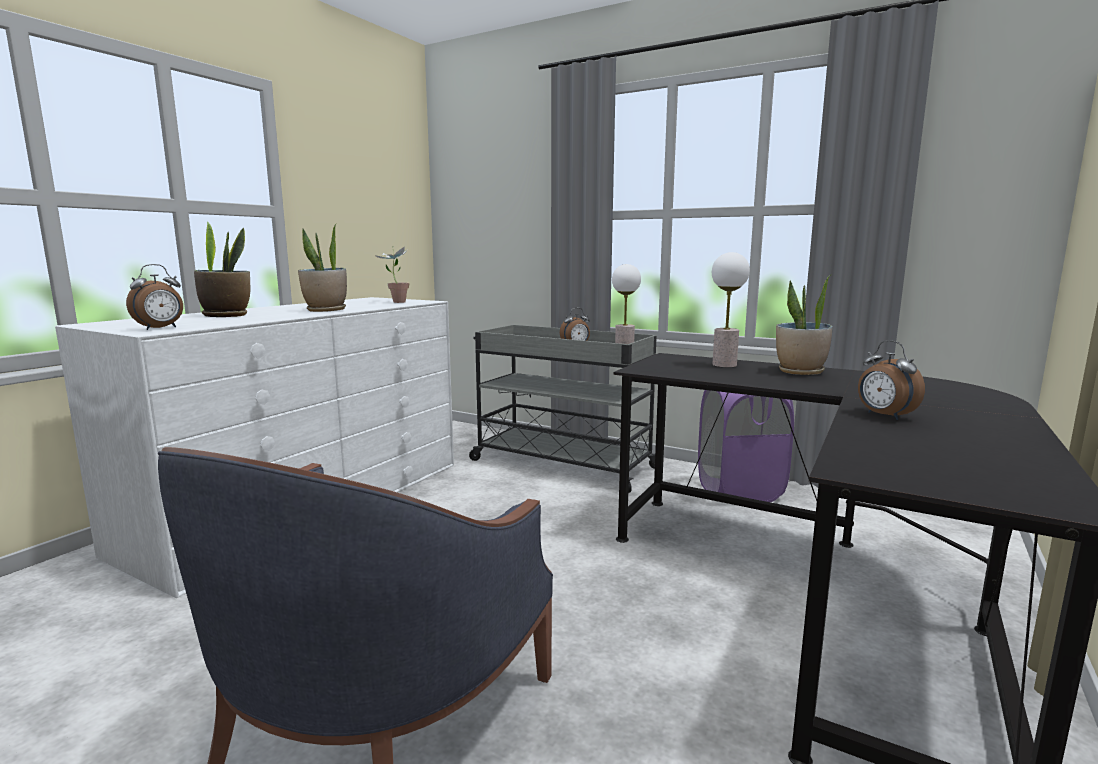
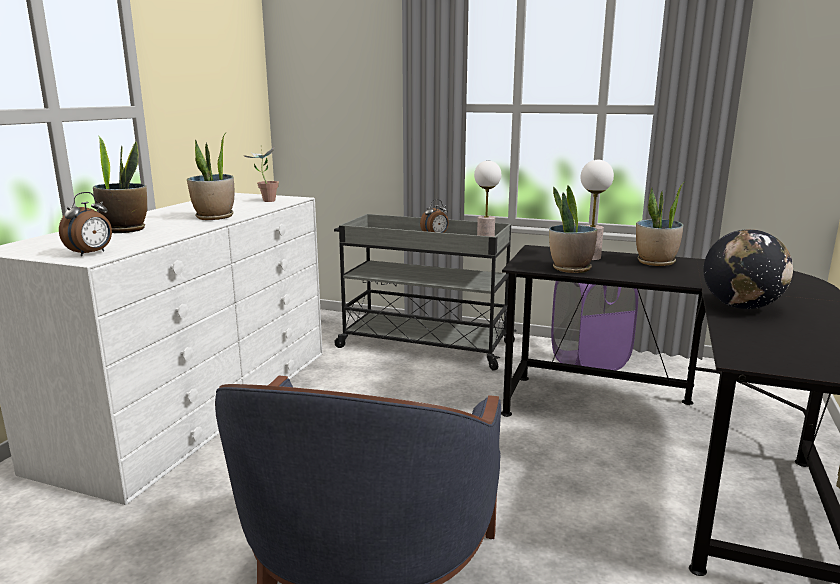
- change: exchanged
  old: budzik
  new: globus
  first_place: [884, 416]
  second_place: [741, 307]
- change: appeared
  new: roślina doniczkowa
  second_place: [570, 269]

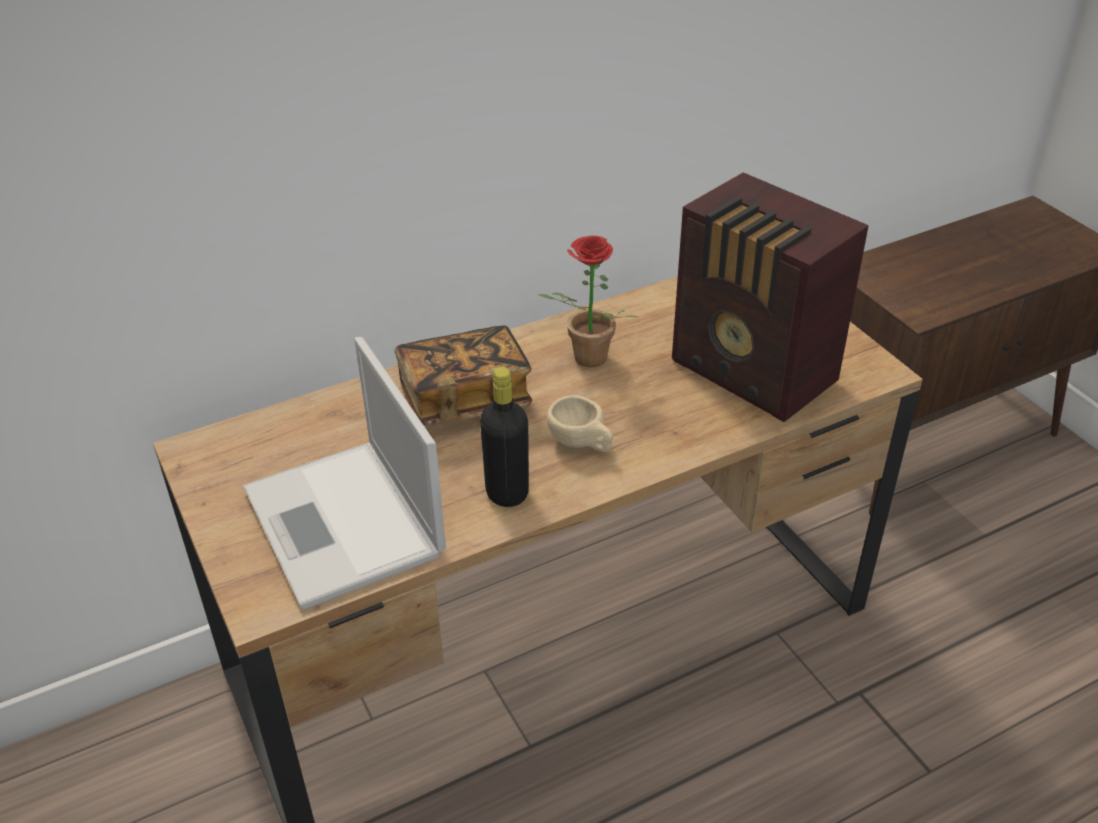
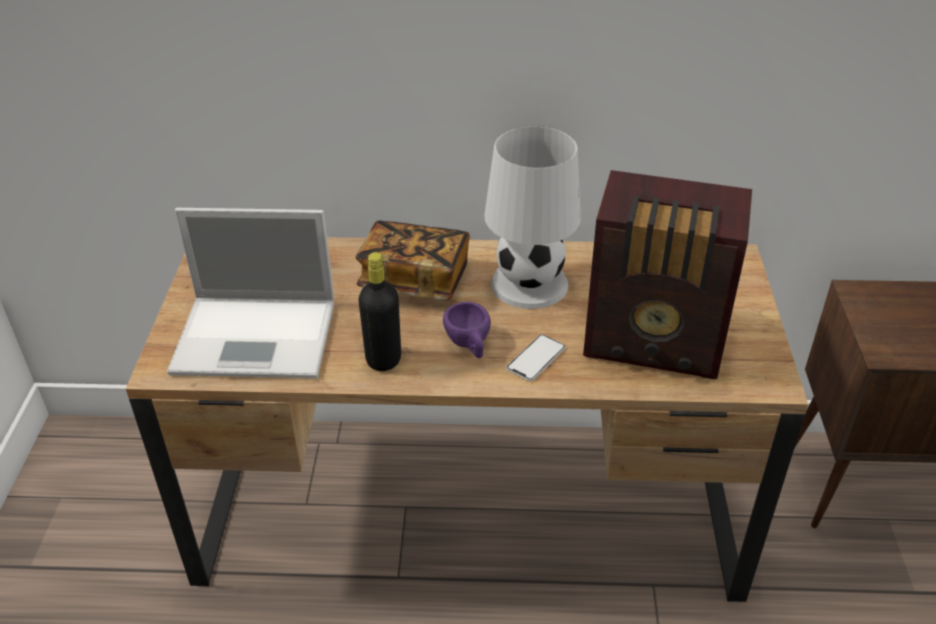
- change: spun
  old: laptop
  first_place: [345, 524]
  second_place: [259, 336]
  degrees: -90
- change: exchanged
  old: roślina doniczkowa
  new: lampa stołowa (biały)
  first_place: [585, 360]
  second_place: [528, 283]
- change: colour
  old: filiżanka (beżowy)
  new: filiżanka (fioletowy)
  first_place: [581, 443]
  second_place: [469, 344]
- change: spun
  old: radio
  first_place: [754, 374]
  second_place: [656, 344]
  degrees: -60
- change: appeared
  new: telefon
  second_place: [536, 359]

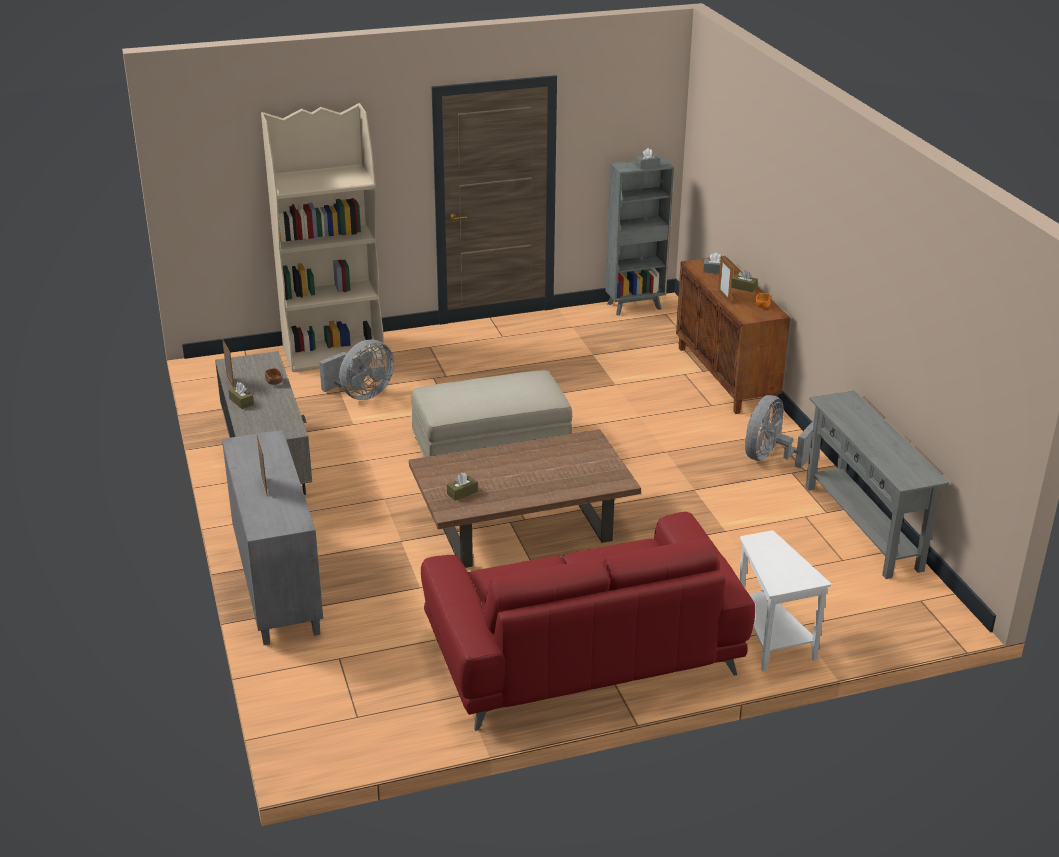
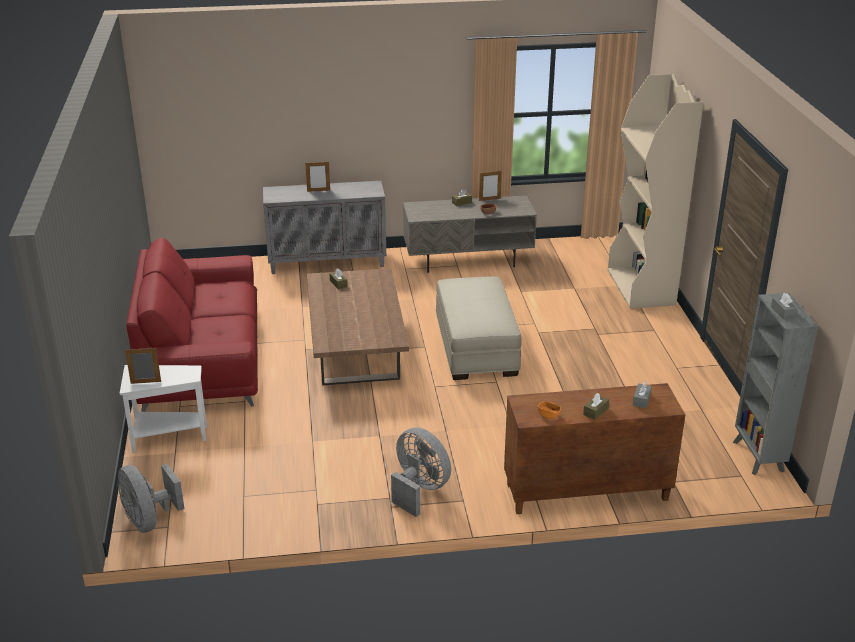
- change: relocated
  old: wentylator (szary)
  first_place: [361, 395]
  second_place: [149, 520]
- change: relocated
  old: ramka na zdjęcie
  first_place: [723, 297]
  second_place: [146, 382]
- change: missing
  old: stolik konsolowy (szary)
  first_place: [863, 527]

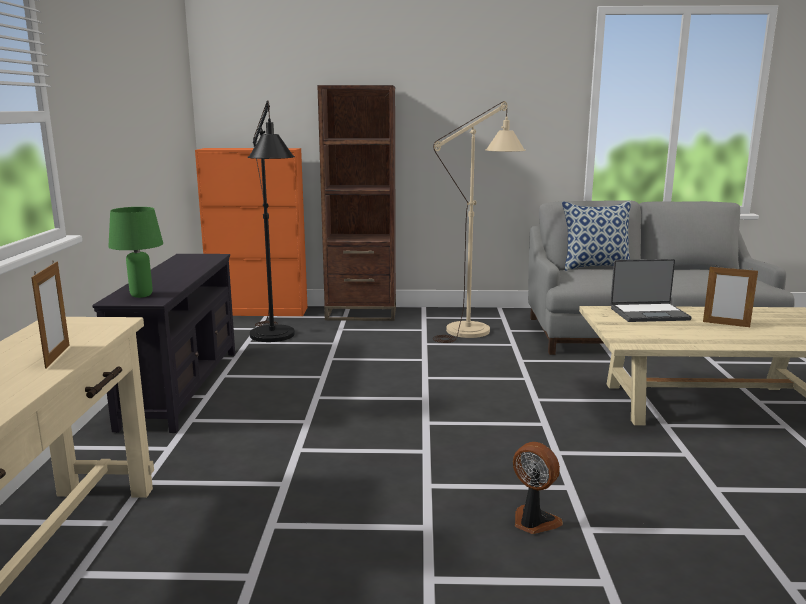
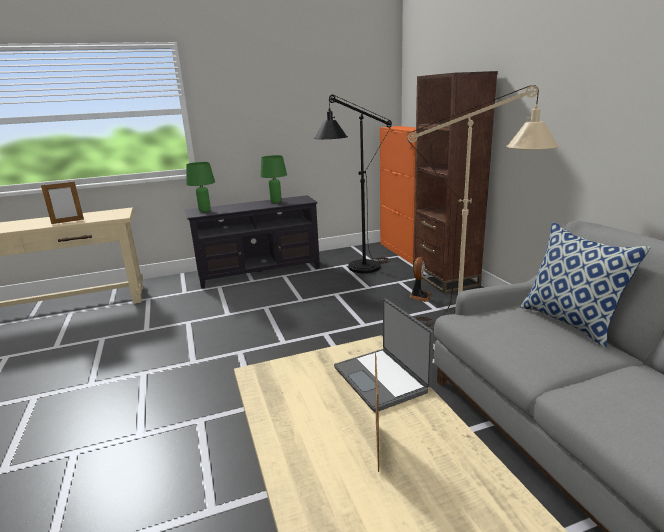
- change: relocated
  old: wentylator
  first_place: [533, 522]
  second_place: [419, 296]
- change: appeared
  new: lampa stołowa (zielony)
  second_place: [275, 202]

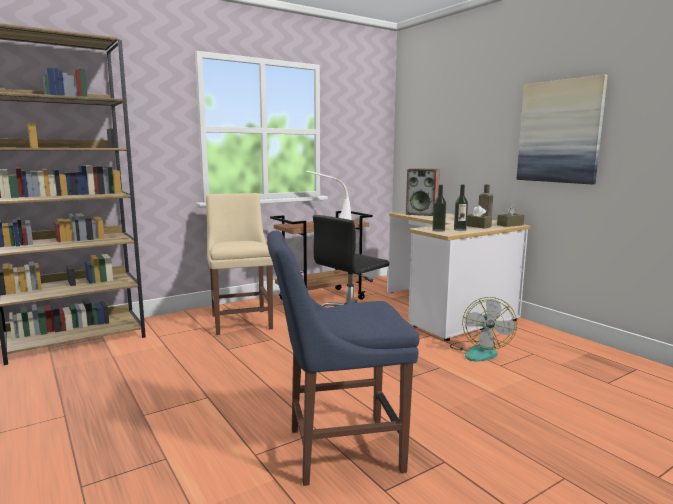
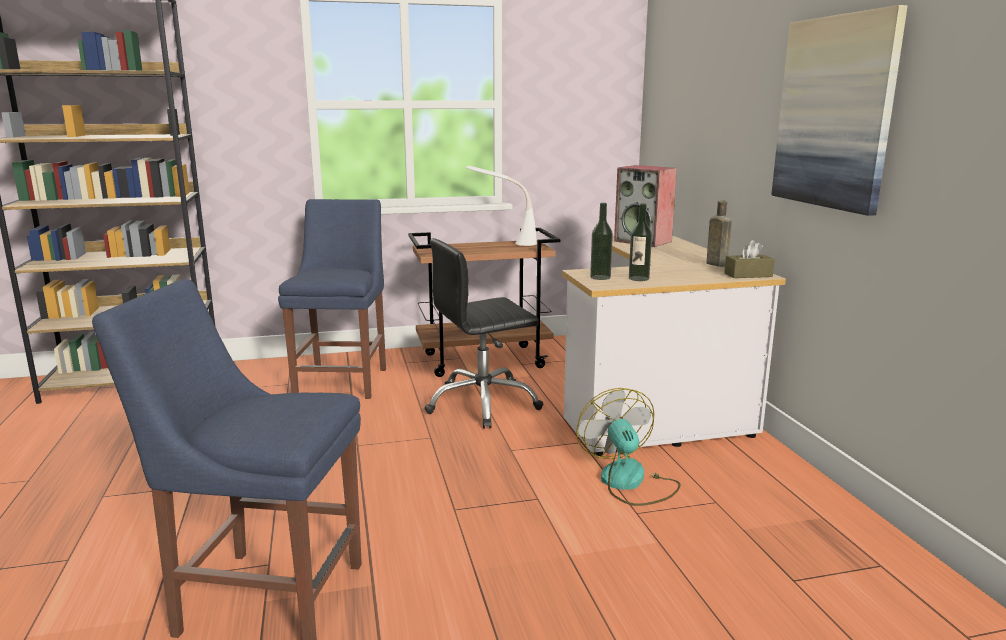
- change: colour
  old: krzesło (beżowy)
  new: krzesło (niebieski)
  first_place: [241, 320]
  second_place: [343, 380]
- change: spun
  old: wentylator
  first_place: [479, 351]
  second_place: [629, 483]
  degrees: 135
- change: missing
  old: pudełko chusteczek (brązowy)
  first_place: [477, 226]

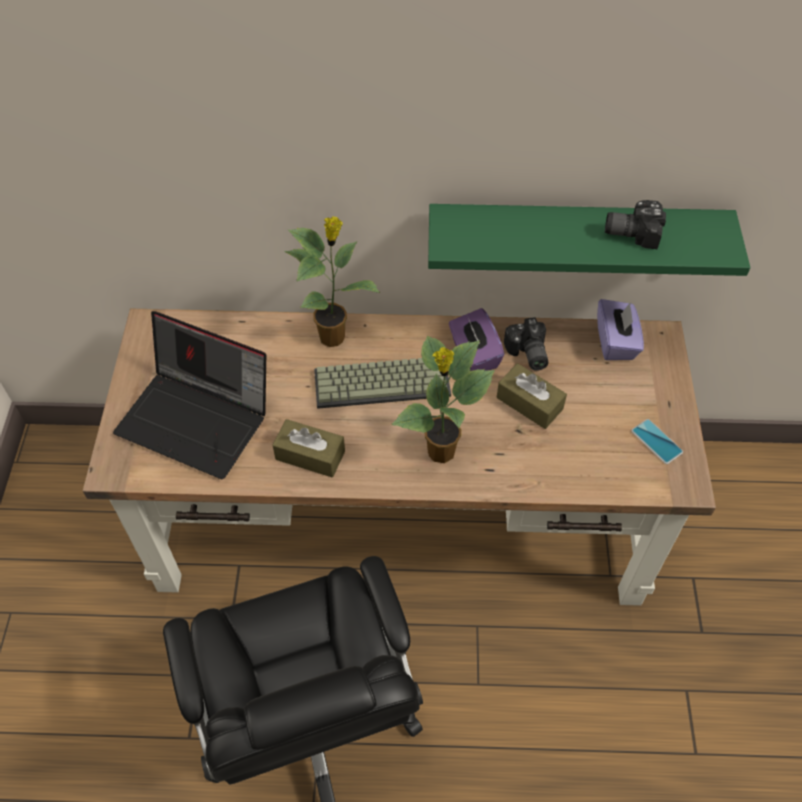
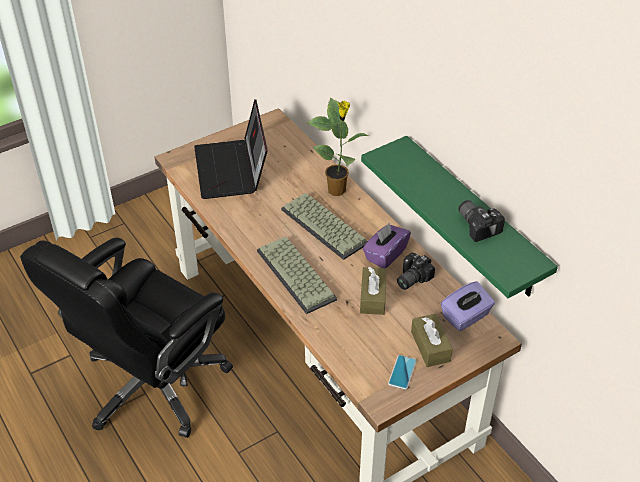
- change: relocated
  old: pudełko chusteczek (brązowy)
  first_place: [310, 455]
  second_place: [430, 346]
- change: exchanged
  old: roślina doniczkowa
  new: klawiatura
  first_place: [440, 453]
  second_place: [298, 275]

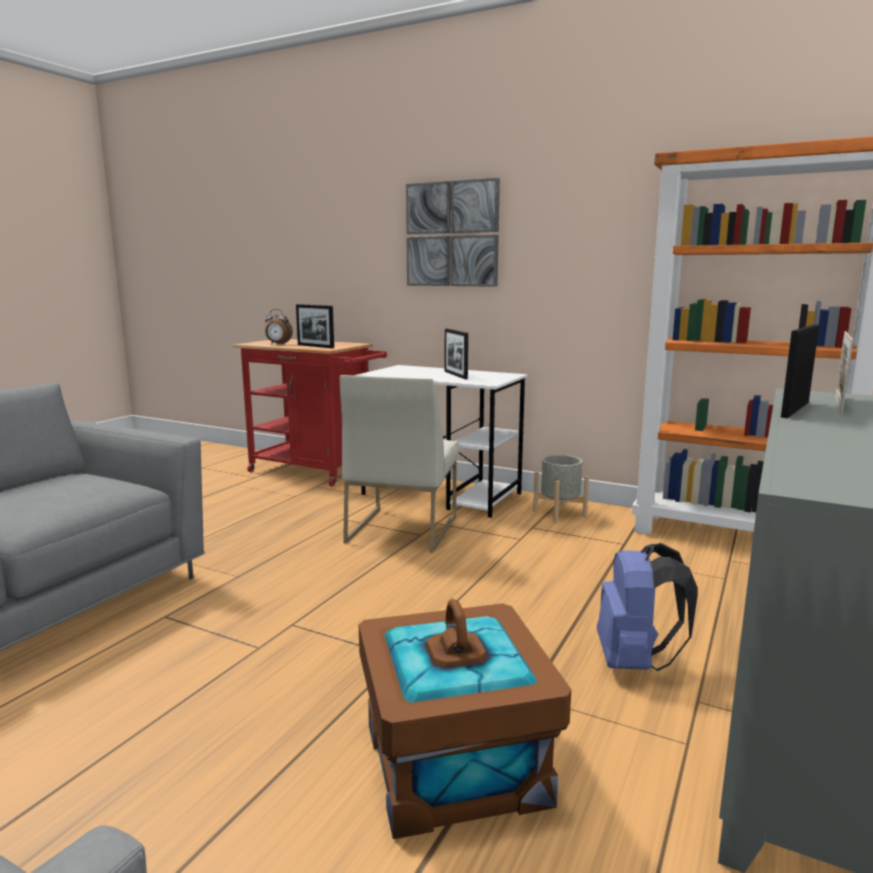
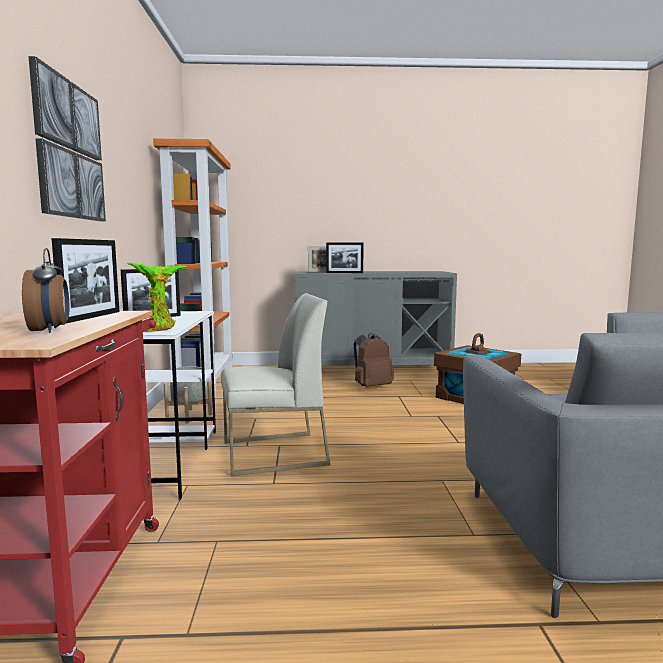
- change: colour
  old: plecak (niebieski)
  new: plecak (brązowy)
  first_place: [635, 662]
  second_place: [371, 387]
- change: appeared
  new: roślina doniczkowa
  second_place: [156, 329]

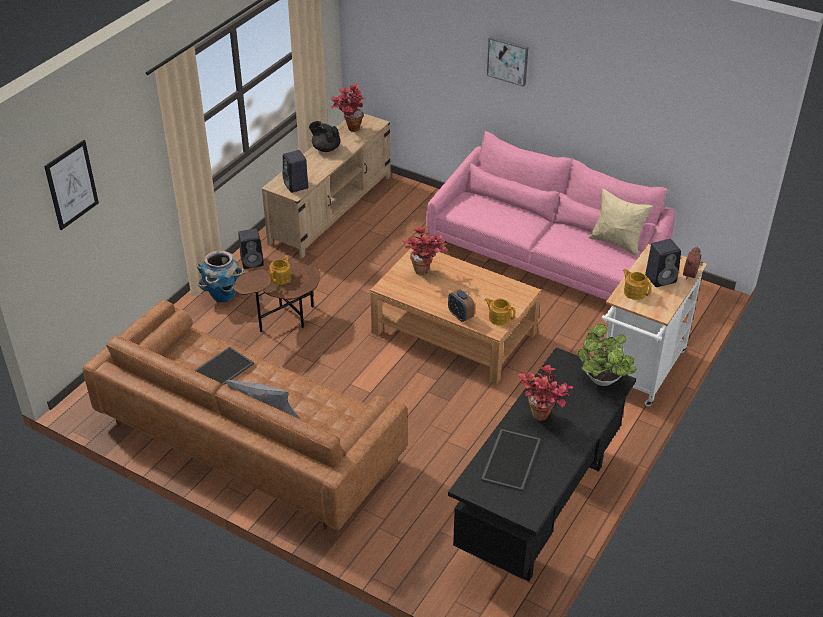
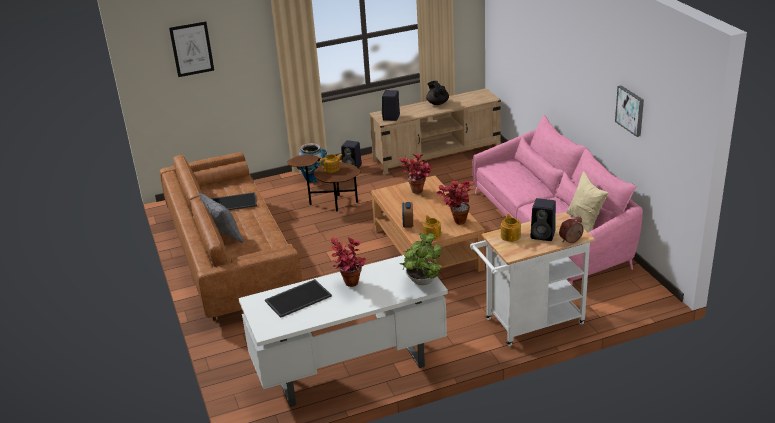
- change: relocated
  old: roślina doniczkowa
  first_place: [349, 129]
  second_place: [455, 220]
- change: colour
  old: biurko (czarny)
  new: biurko (biały)
  first_place: [539, 509]
  second_place: [350, 370]
- change: relocated
  old: obraz
  first_place: [508, 60]
  second_place: [630, 110]

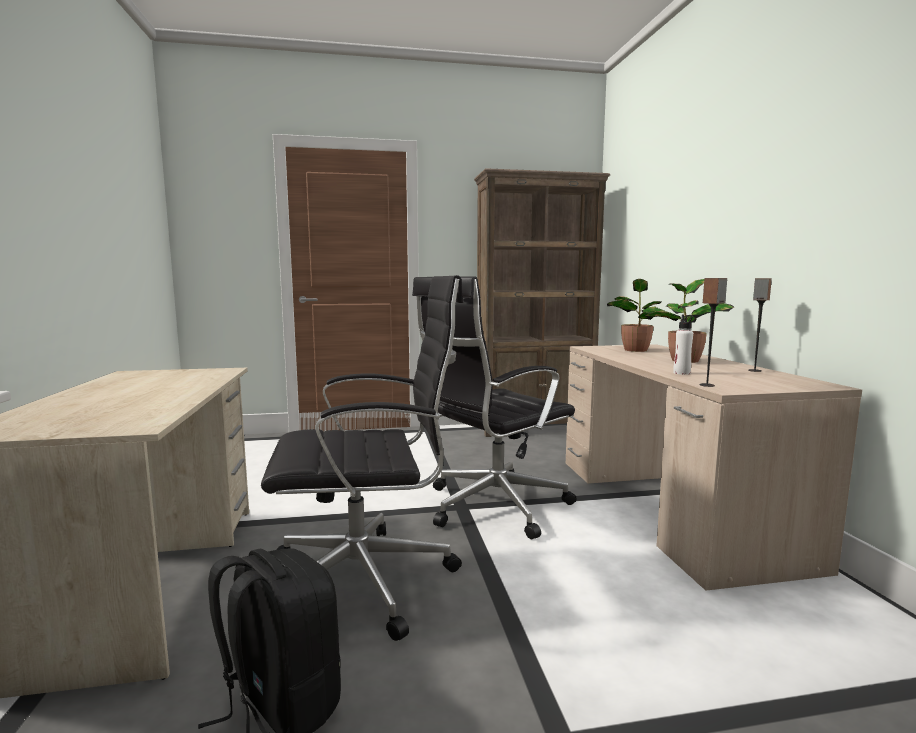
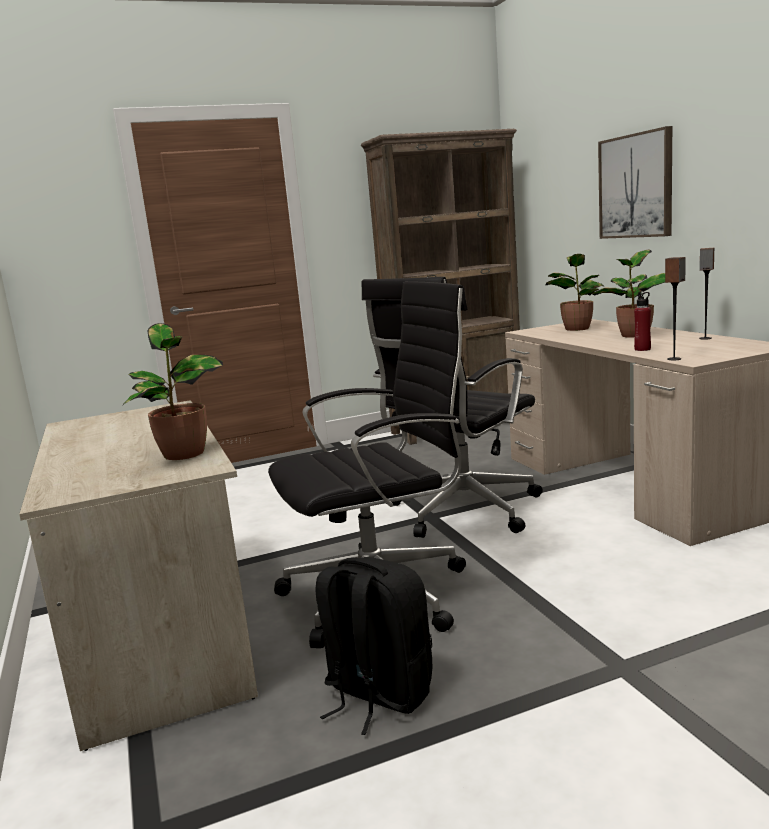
- change: colour
  old: butelka (biały)
  new: butelka (czerwony)
  first_place: [681, 373]
  second_place: [642, 349]
- change: appeared
  new: roślina doniczkowa
  second_place: [185, 454]
- change: appeared
  new: obraz
  second_place: [636, 186]

